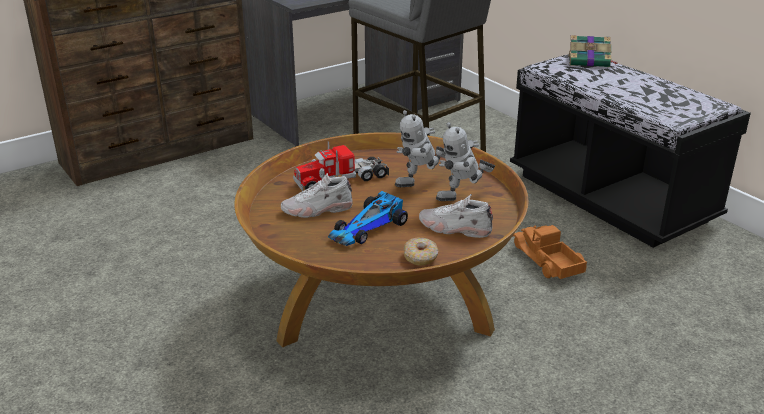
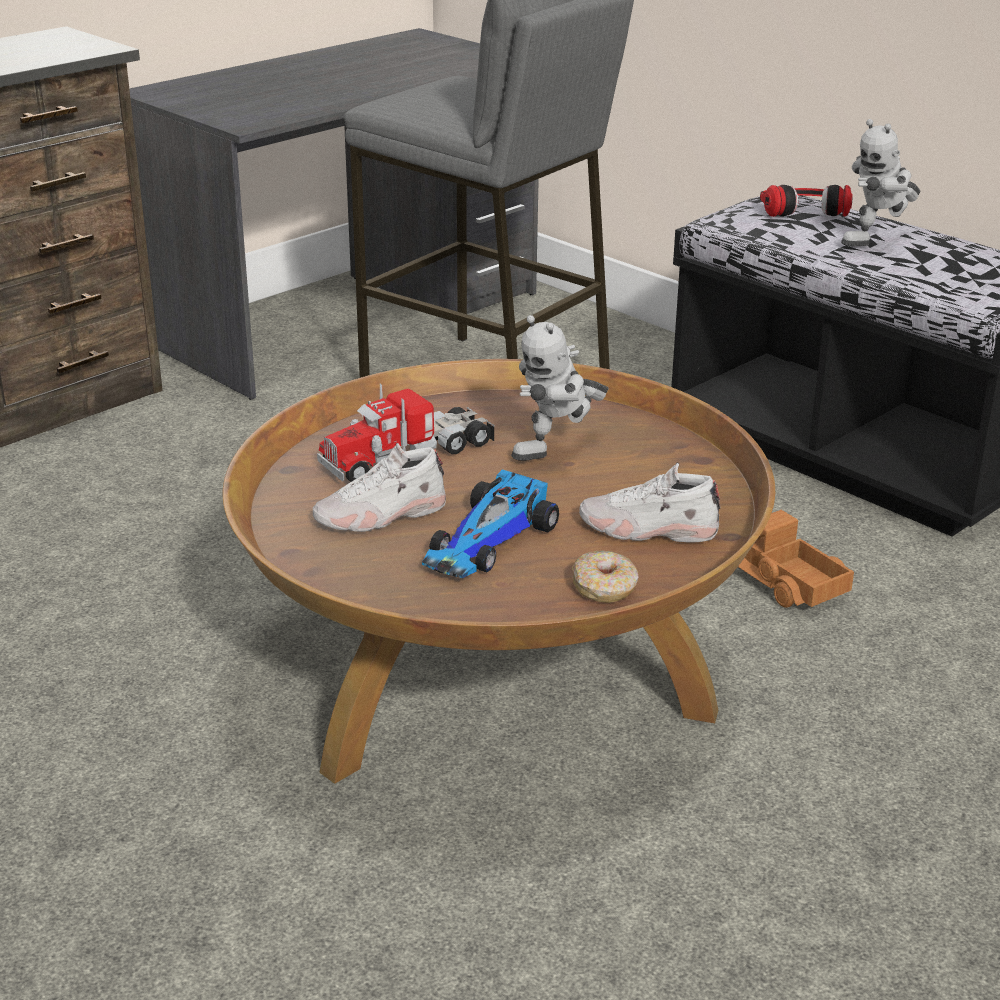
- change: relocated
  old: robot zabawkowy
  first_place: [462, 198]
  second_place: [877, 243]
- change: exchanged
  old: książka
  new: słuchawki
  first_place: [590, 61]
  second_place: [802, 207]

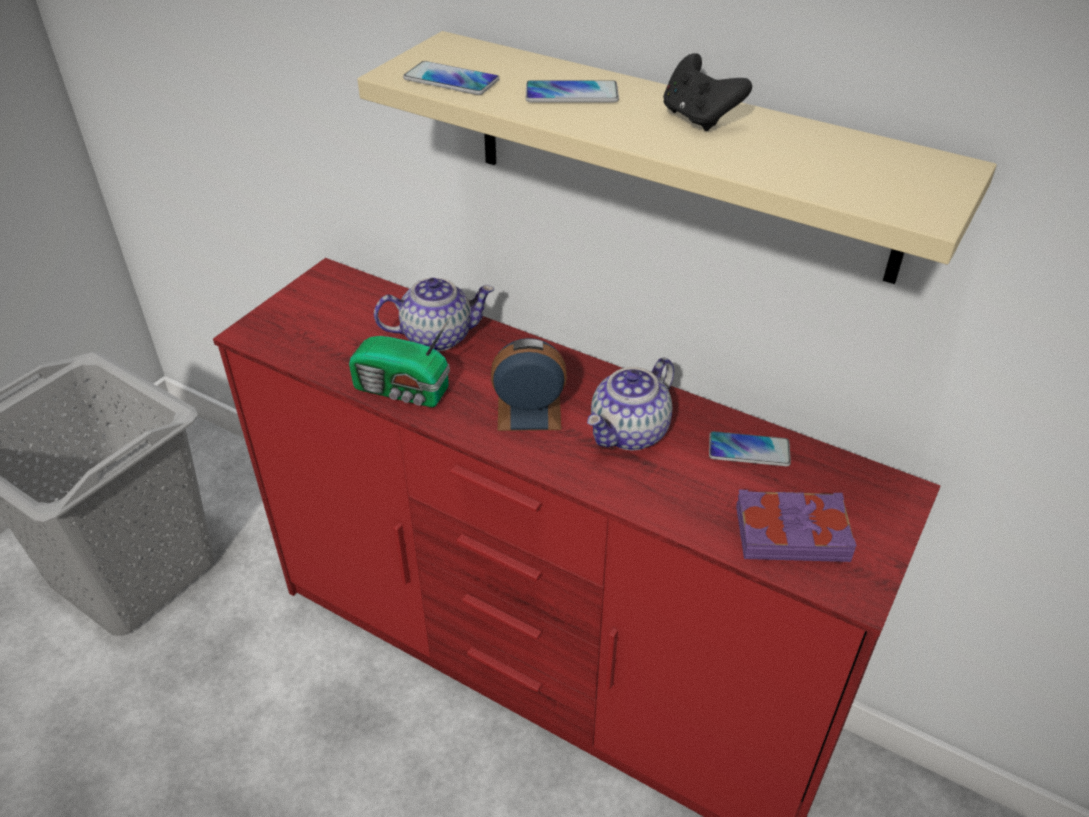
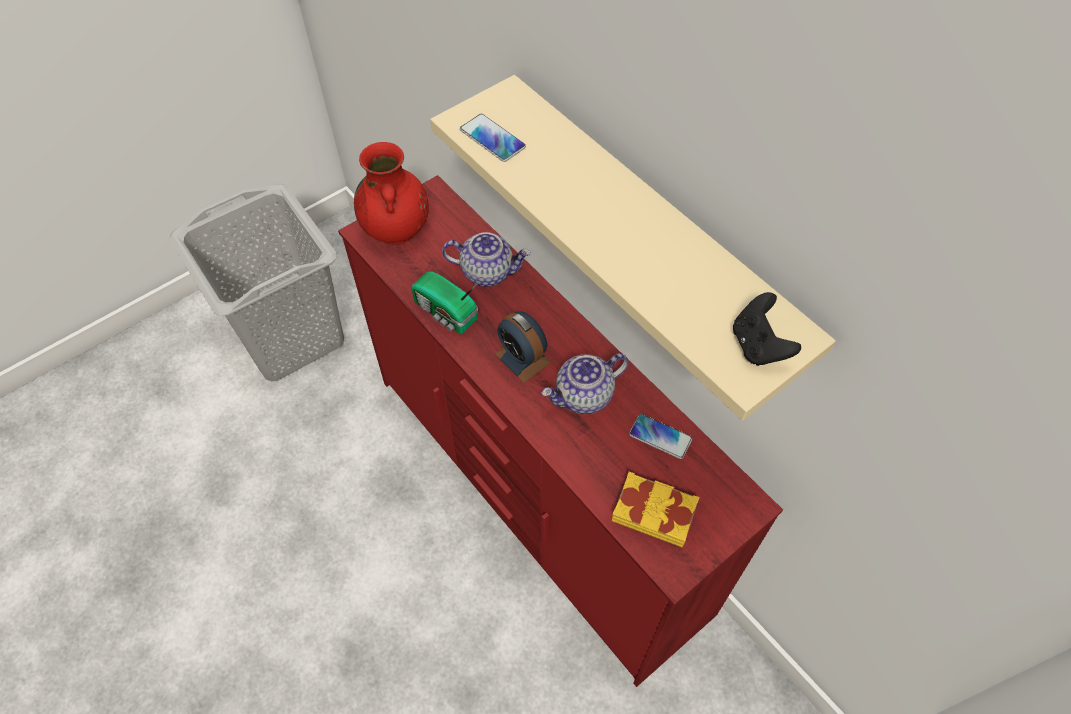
- change: spun
  old: budzik
  first_place: [529, 413]
  second_place: [522, 358]
  degrees: -150
- change: missing
  old: telefon
  first_place: [571, 94]
- change: relocated
  old: pad do gier (czarny)
  first_place: [699, 118]
  second_place: [758, 345]
- change: colour
  old: książka (fioletowy)
  new: książka (żółty)
  first_place: [791, 532]
  second_place: [654, 511]
- change: appeared
  new: wazon (czerwony)
  second_place: [396, 231]

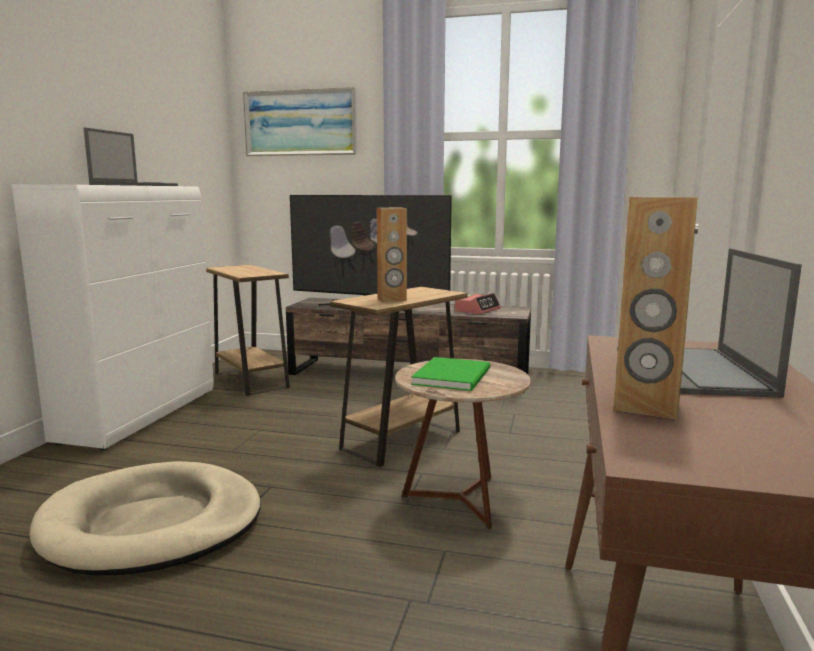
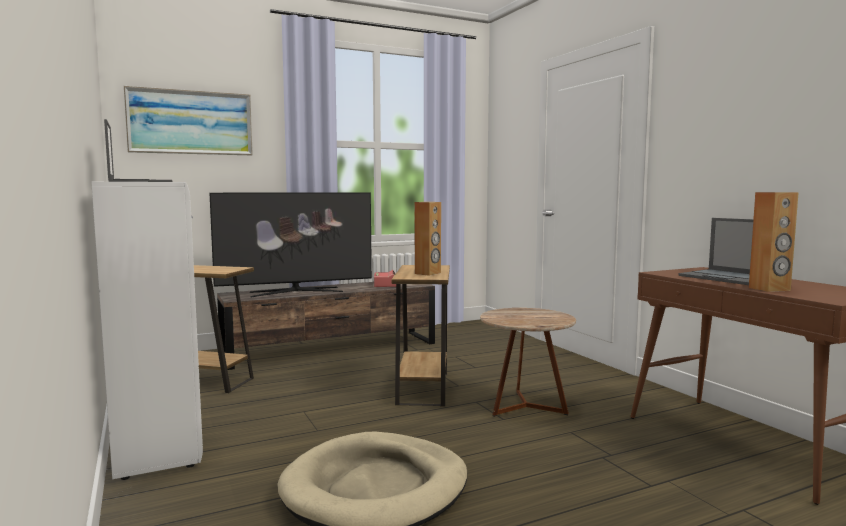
- change: missing
  old: książka (zielony)
  first_place: [454, 376]

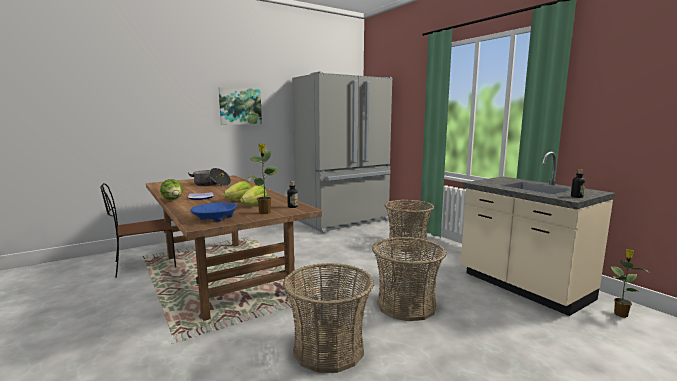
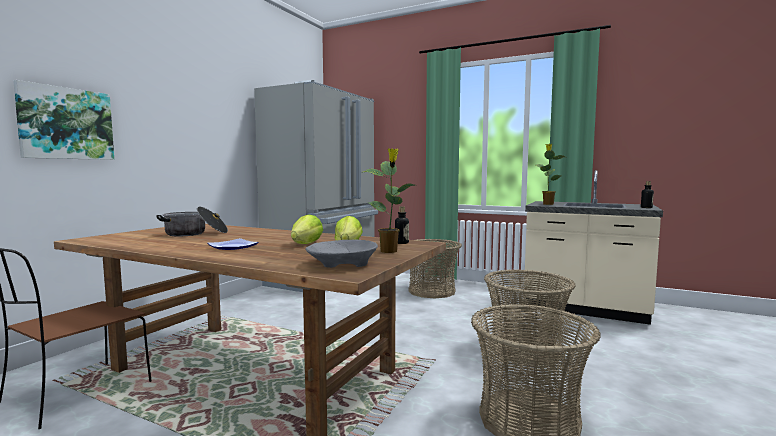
- change: missing
  old: sałata
  first_place: [173, 200]
- change: colour
  old: miska (niebieski)
  new: miska (szary)
  first_place: [214, 218]
  second_place: [342, 264]
- change: relocated
  old: obraz
  first_place: [240, 106]
  second_place: [66, 123]
- change: relocated
  old: roślina doniczkowa
  first_place: [620, 314]
  second_place: [547, 204]

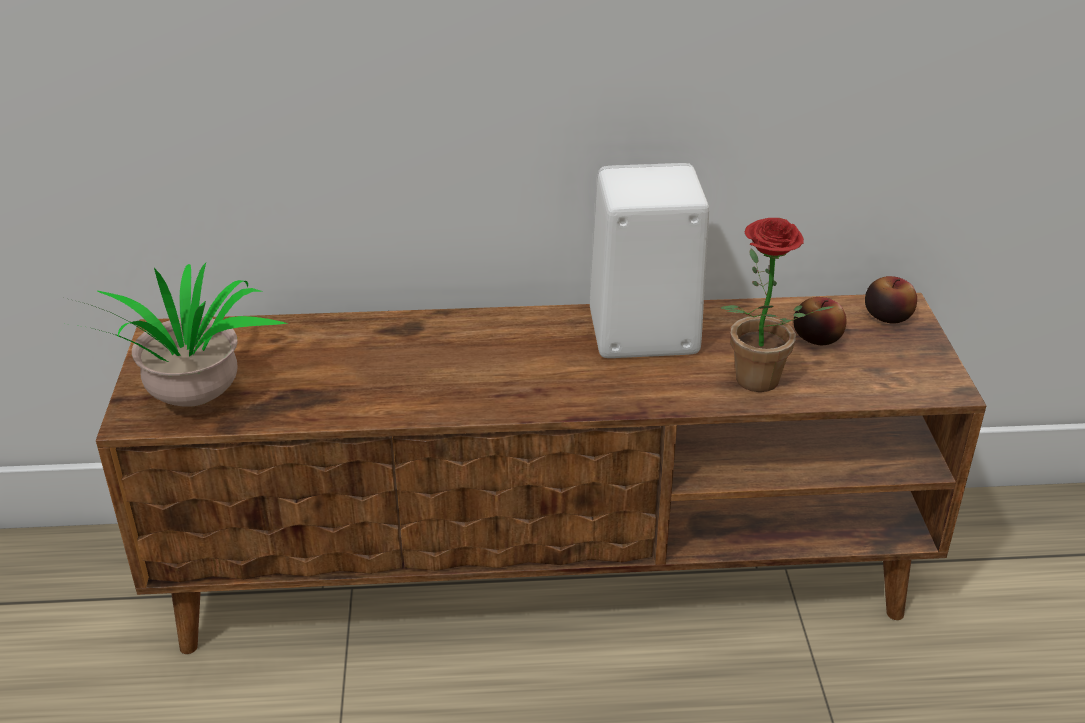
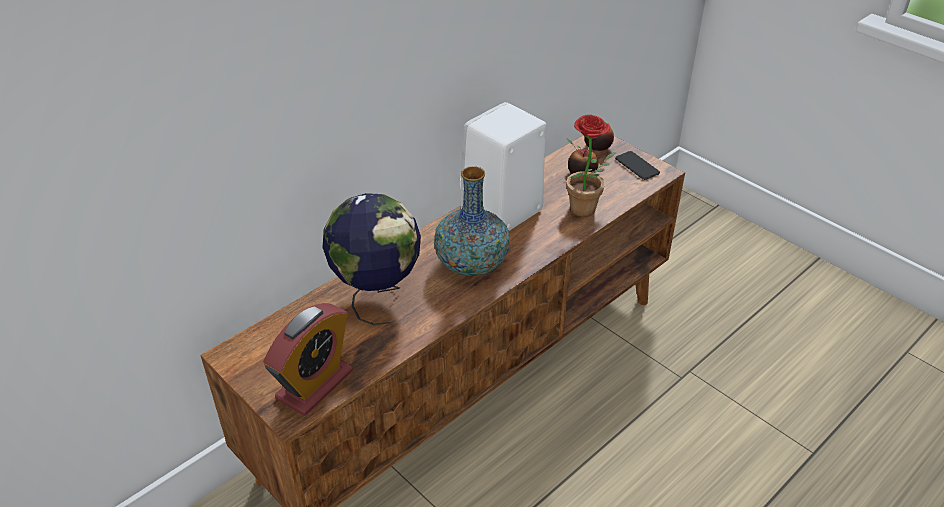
- change: exchanged
  old: roślina doniczkowa
  new: budzik
  first_place: [194, 404]
  second_place: [315, 384]
- change: appeared
  new: globus
  second_place: [377, 296]
- change: appeared
  new: wazon
  second_place: [471, 265]
- change: appeared
  new: telefon
  second_place: [637, 166]

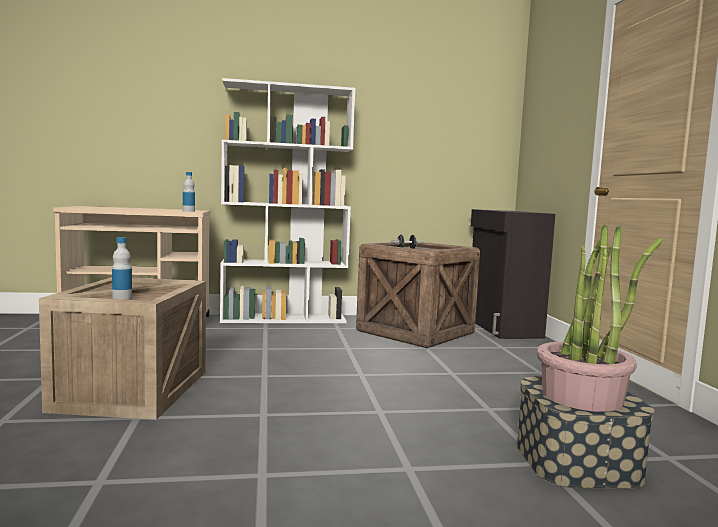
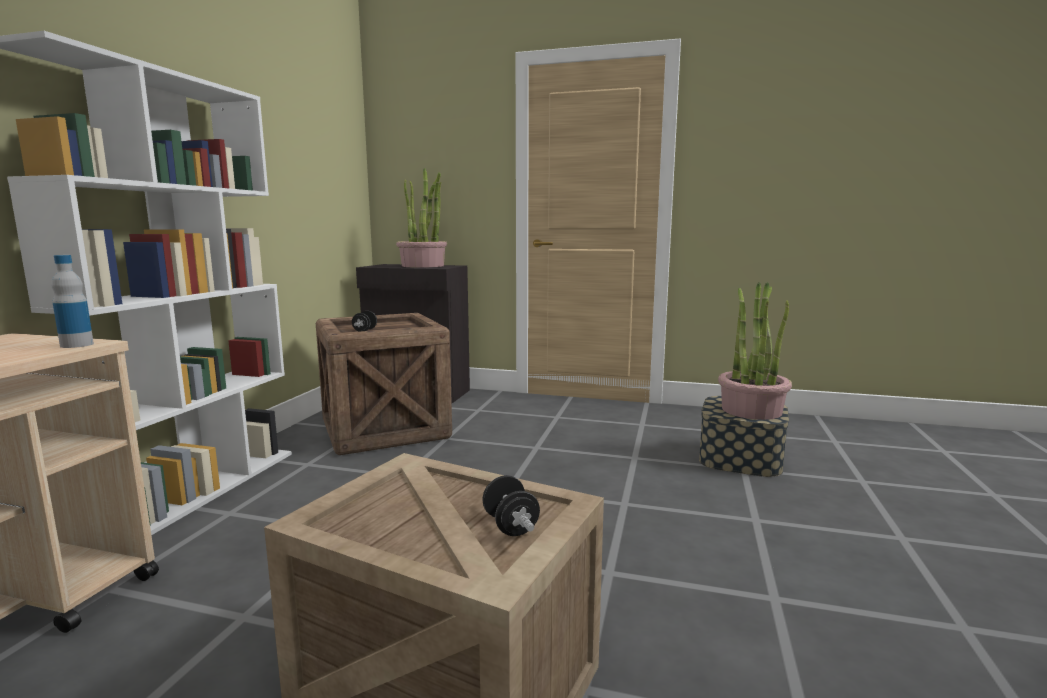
- change: exchanged
  old: butelka
  new: hantel (czarny)
  first_place: [122, 297]
  second_place: [510, 526]
- change: appeared
  new: roślina doniczkowa
  second_place: [423, 266]

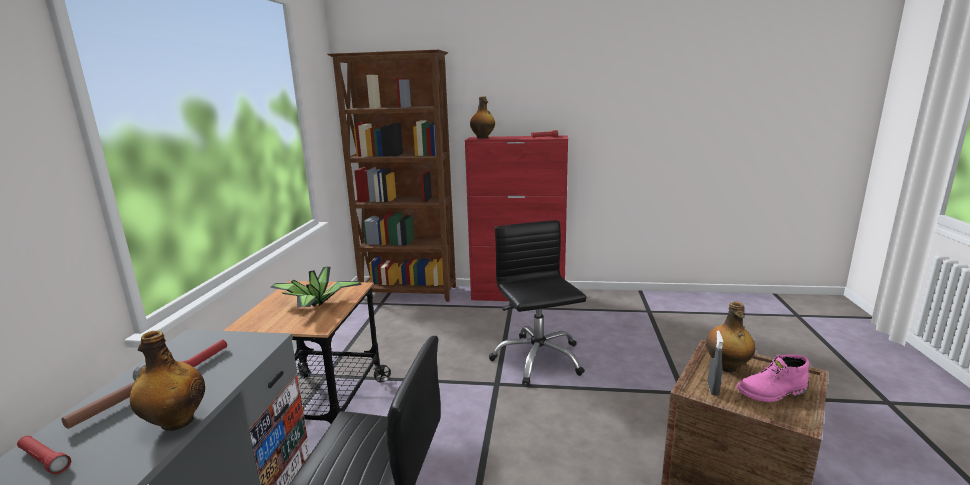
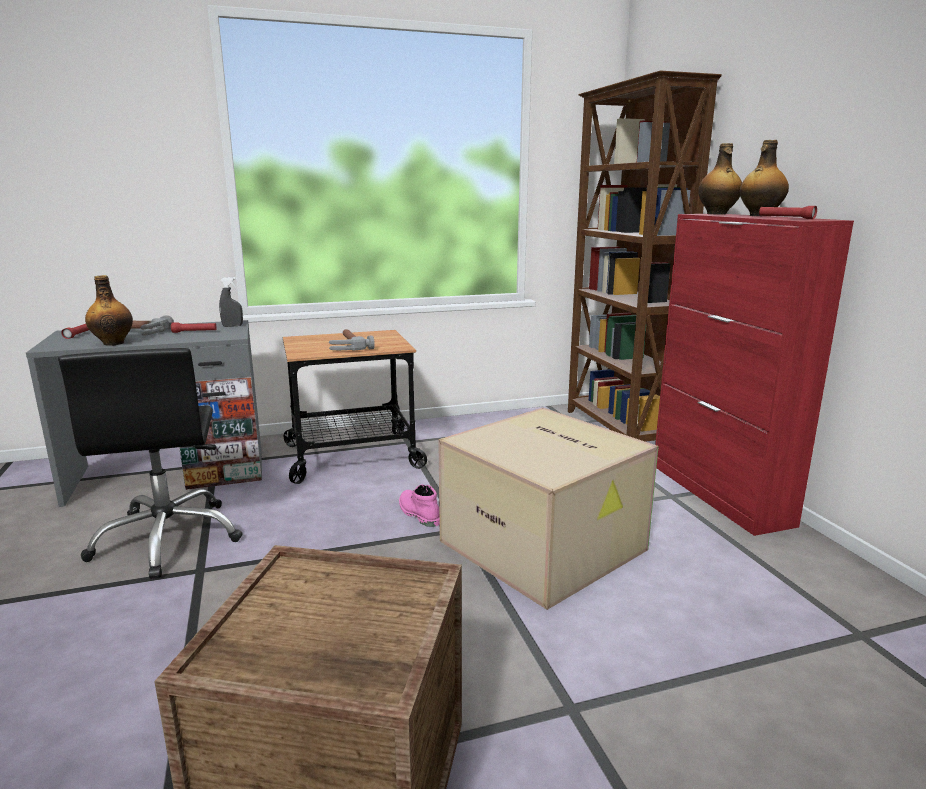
- change: exchanged
  old: roślina doniczkowa
  new: młotek
  first_place: [317, 305]
  second_place: [346, 345]
- change: exchanged
  old: krzesło biurowe (czarny)
  new: karton
  first_place: [537, 359]
  second_place: [546, 545]
- change: relocated
  old: butelka
  first_place: [726, 367]
  second_place: [759, 216]
- change: relocated
  old: spryskiwacz (szary)
  first_place: [713, 389]
  second_place: [232, 326]
- change: relocated
  old: but z cholewką (różowy)
  first_place: [772, 393]
  second_place: [418, 514]

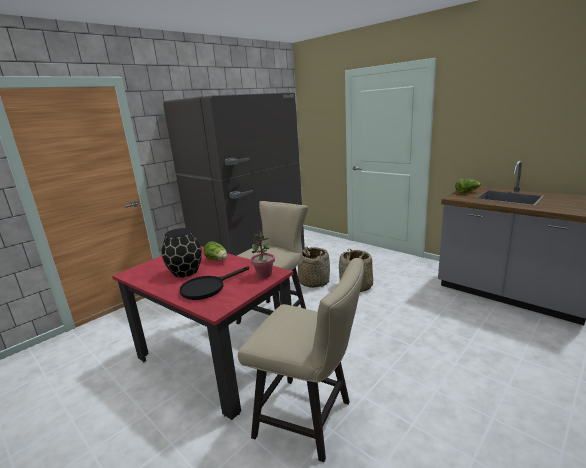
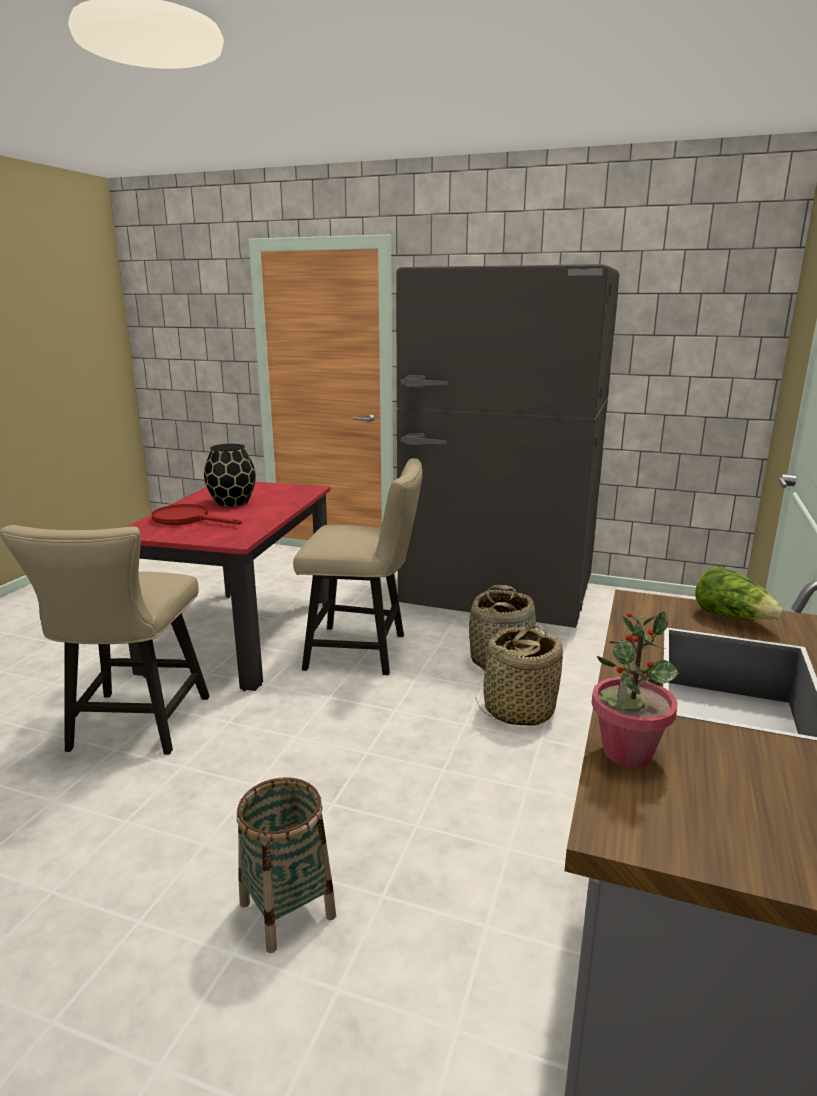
- change: colour
  old: patelnia (czarny)
  new: patelnia (czerwony)
  first_place: [208, 288]
  second_place: [188, 519]
- change: missing
  old: sałata
  first_place: [217, 260]
- change: relocated
  old: roślina doniczkowa
  first_place: [264, 275]
  second_place: [626, 752]
- change: appeared
  new: koszyk
  second_place: [287, 909]

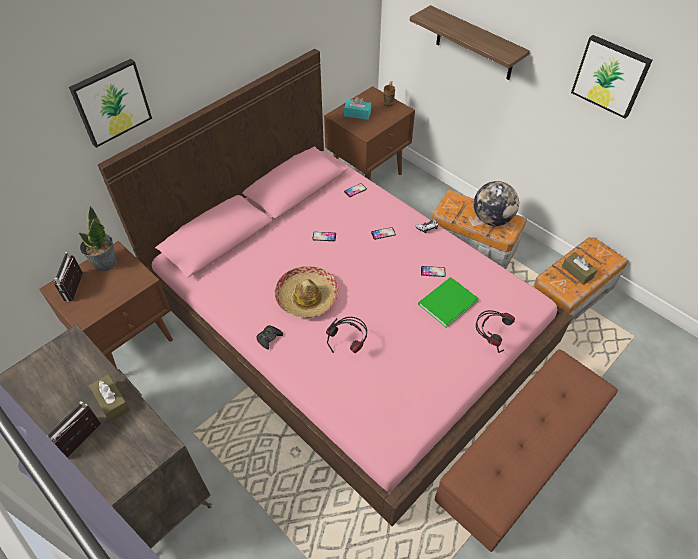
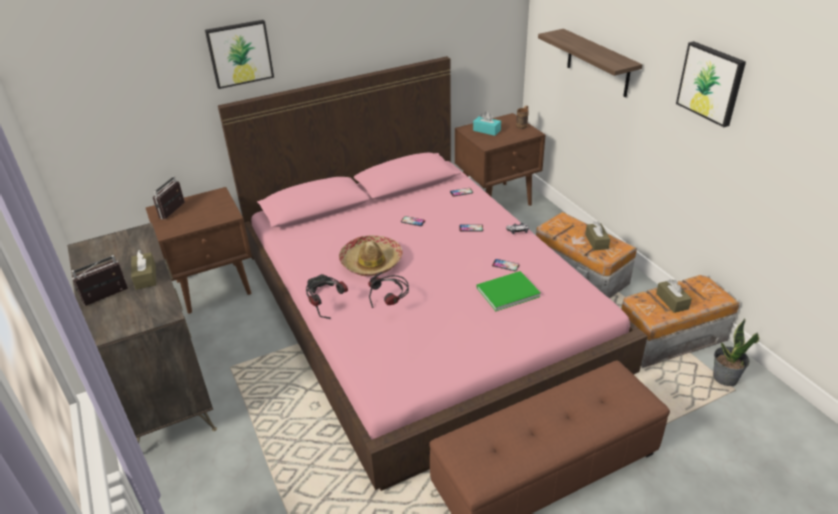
- change: relocated
  old: roślina doniczkowa
  first_place: [105, 263]
  second_place: [724, 378]
- change: exchanged
  old: globus
  new: pudełko chusteczek (brązowy)
  first_place: [492, 219]
  second_place: [596, 241]
- change: relocated
  old: słuchawki
  first_place: [490, 337]
  second_place: [326, 306]

